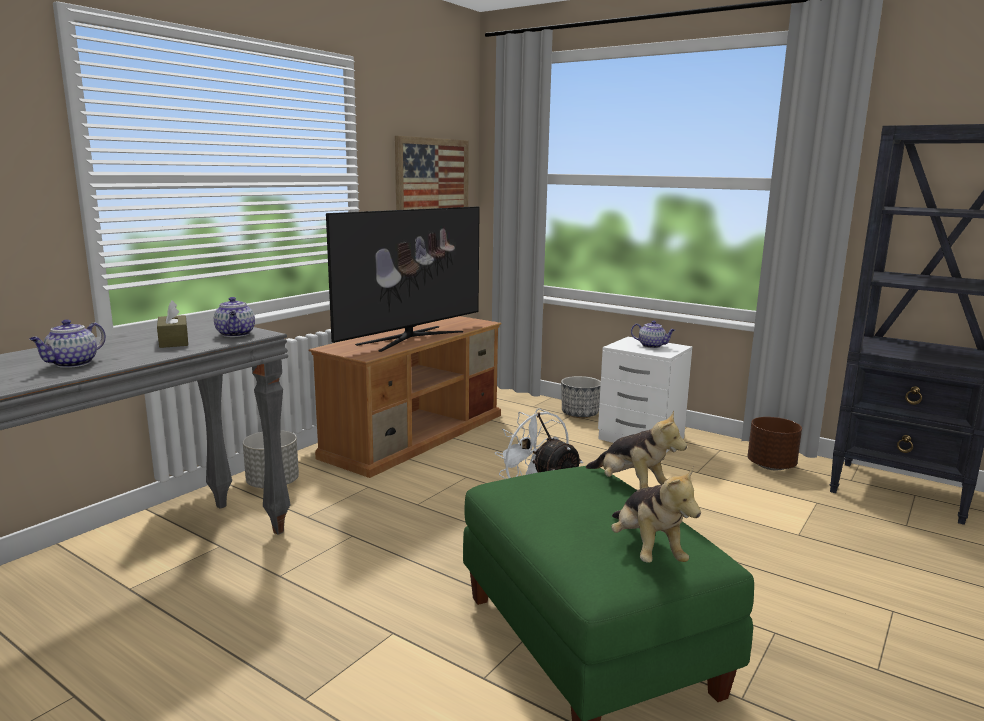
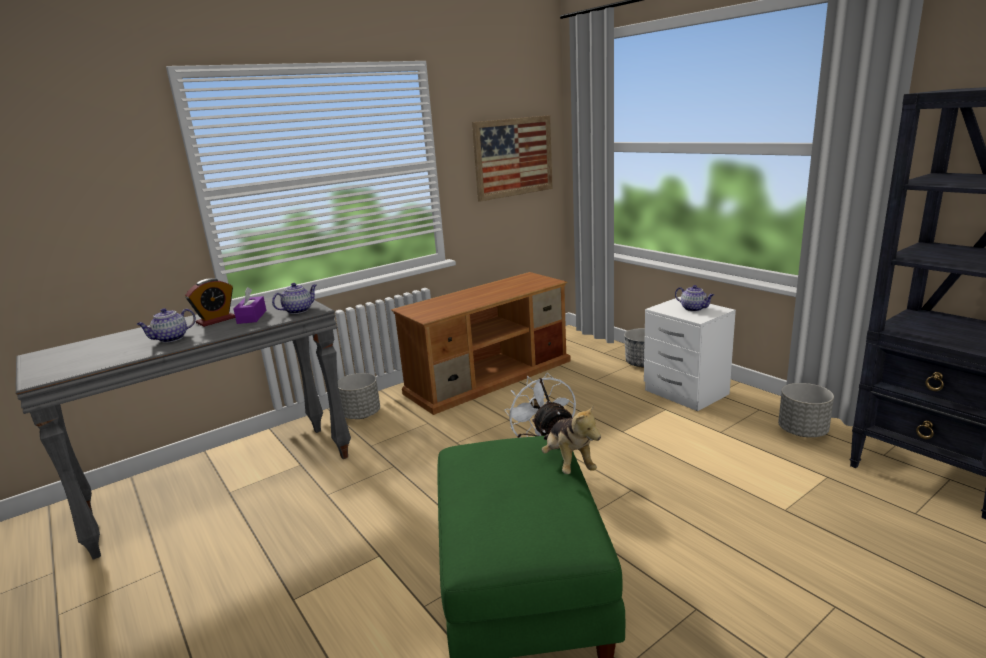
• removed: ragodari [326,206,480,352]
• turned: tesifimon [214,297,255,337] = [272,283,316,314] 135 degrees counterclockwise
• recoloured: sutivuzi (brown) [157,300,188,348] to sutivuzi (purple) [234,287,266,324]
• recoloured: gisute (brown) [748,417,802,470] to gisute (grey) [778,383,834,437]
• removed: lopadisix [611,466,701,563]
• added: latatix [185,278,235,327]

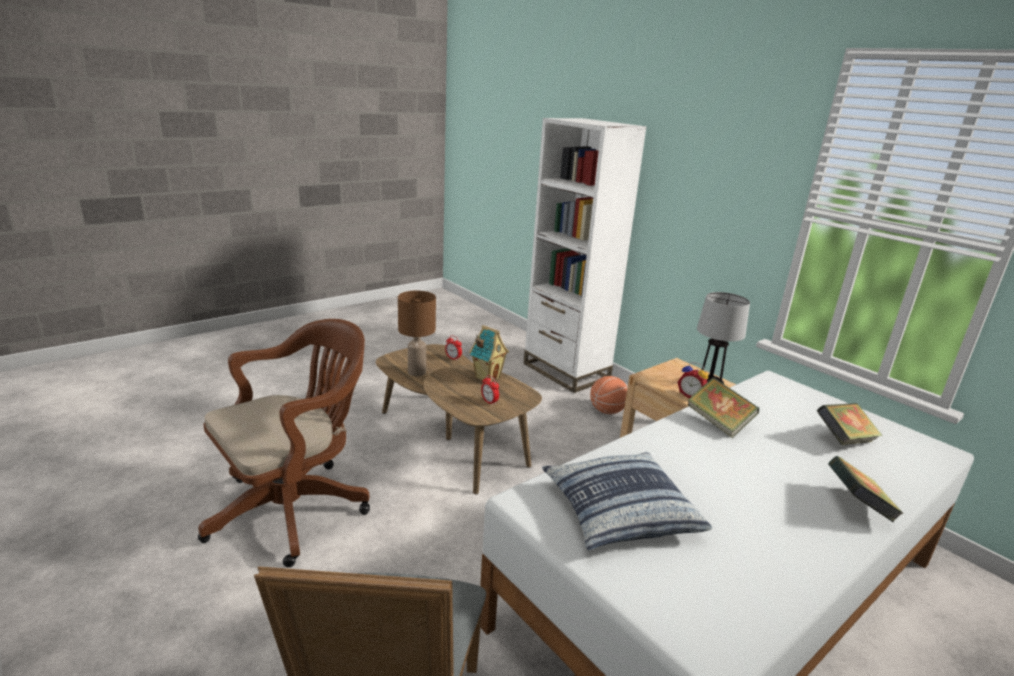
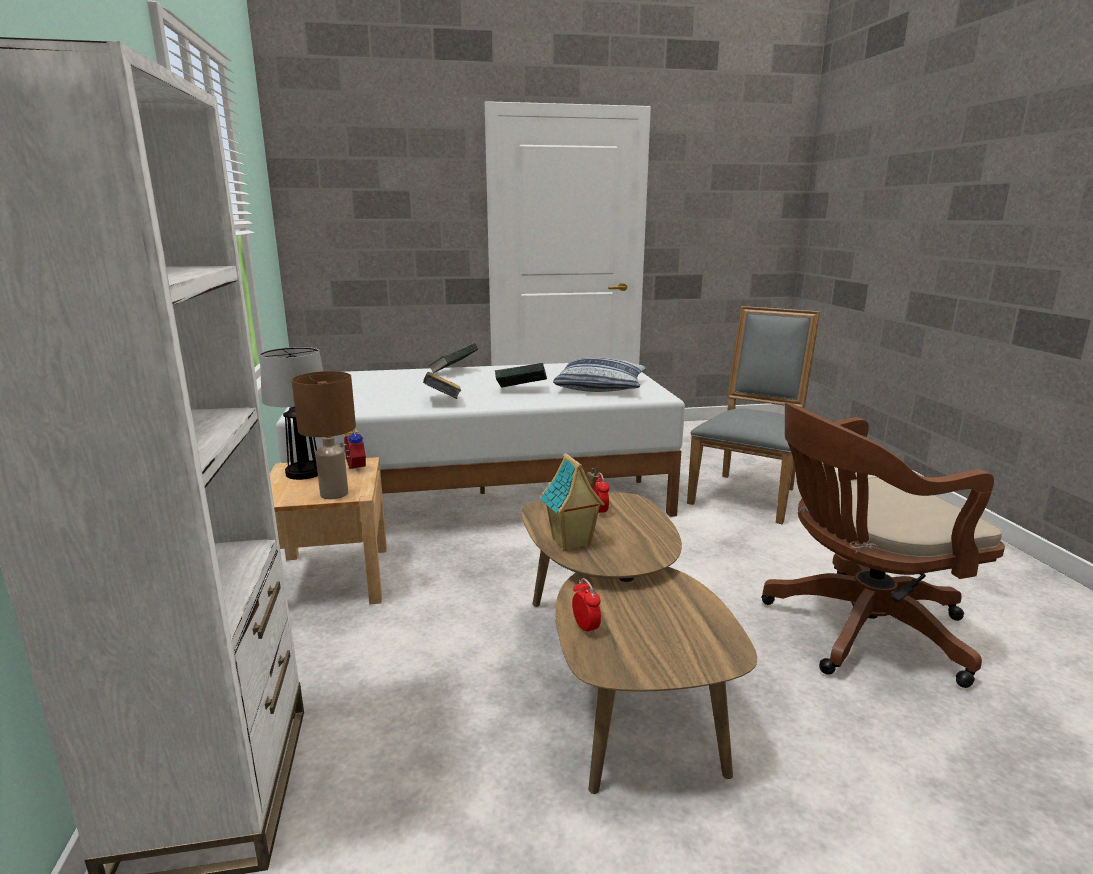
• moved: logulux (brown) [398,291,436,376] to [292,371,356,499]
• removed: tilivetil [590,376,627,414]
• moved: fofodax [817,403,883,445] to [495,363,547,388]

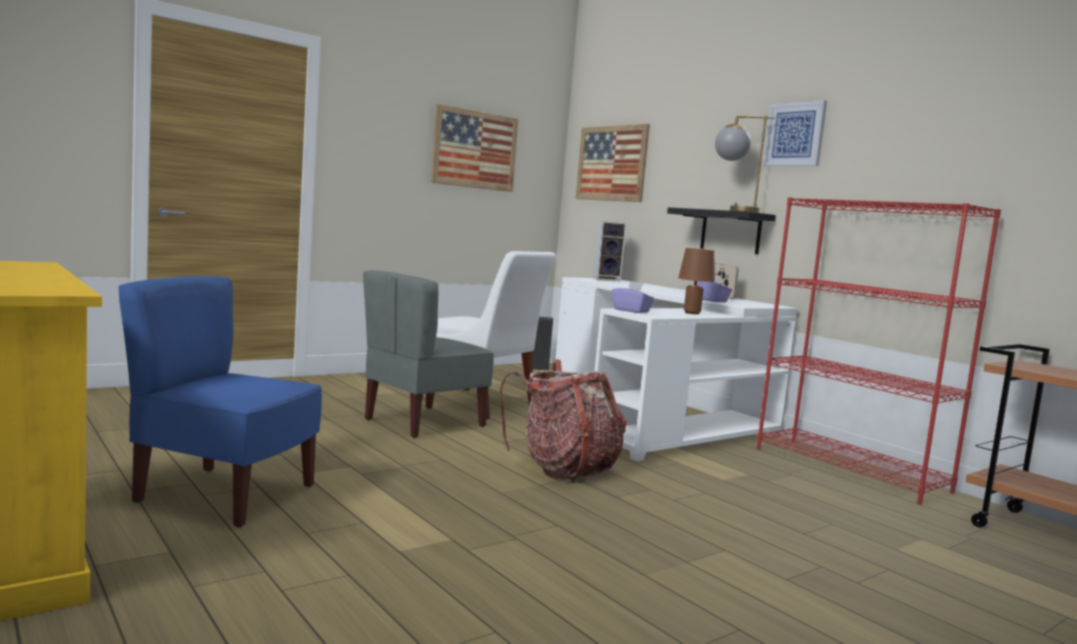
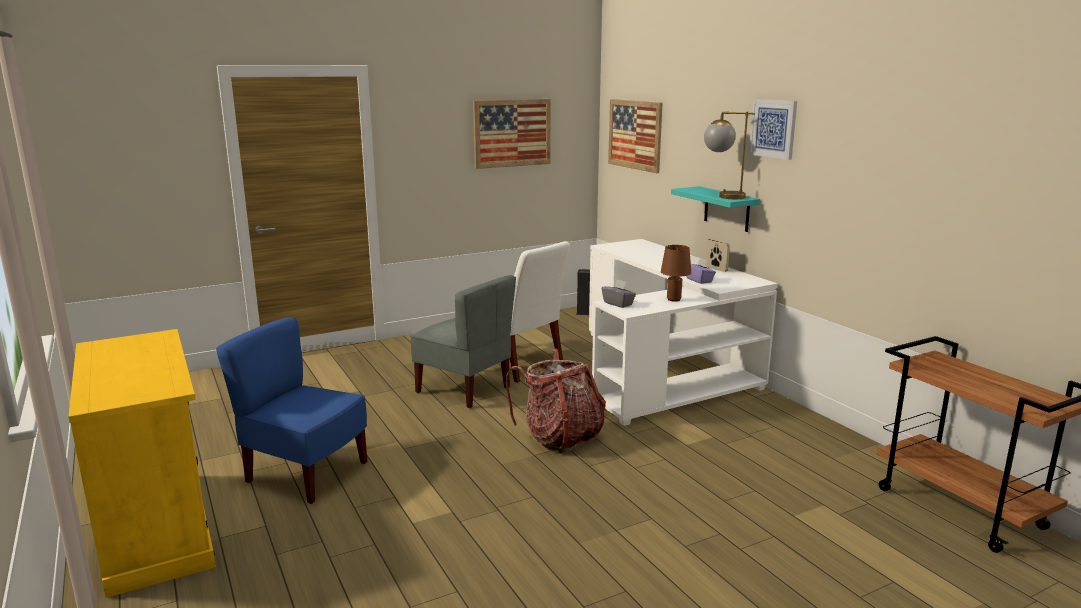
• removed: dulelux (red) [757,197,1001,505]
• recoloured: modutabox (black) [667,207,776,254] to modutabox (turquoise) [671,186,760,232]
• removed: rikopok [593,221,626,282]
• turned: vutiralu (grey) [363,270,494,438] = [411,275,516,408] 105 degrees counterclockwise
• recoloured: sutivuzi (purple) [612,281,654,313] to sutivuzi (grey) [602,279,636,308]

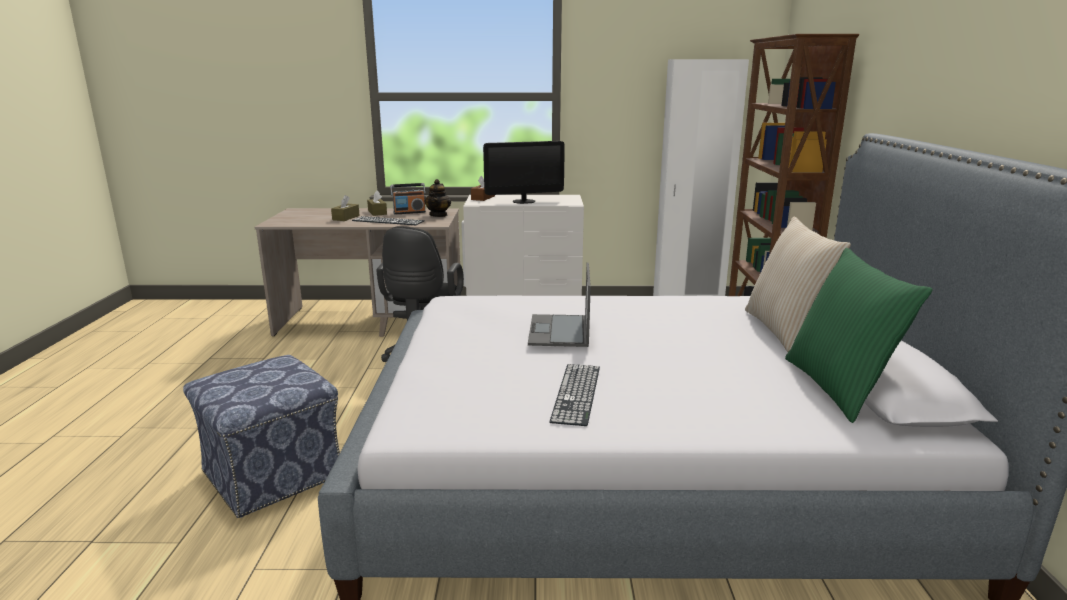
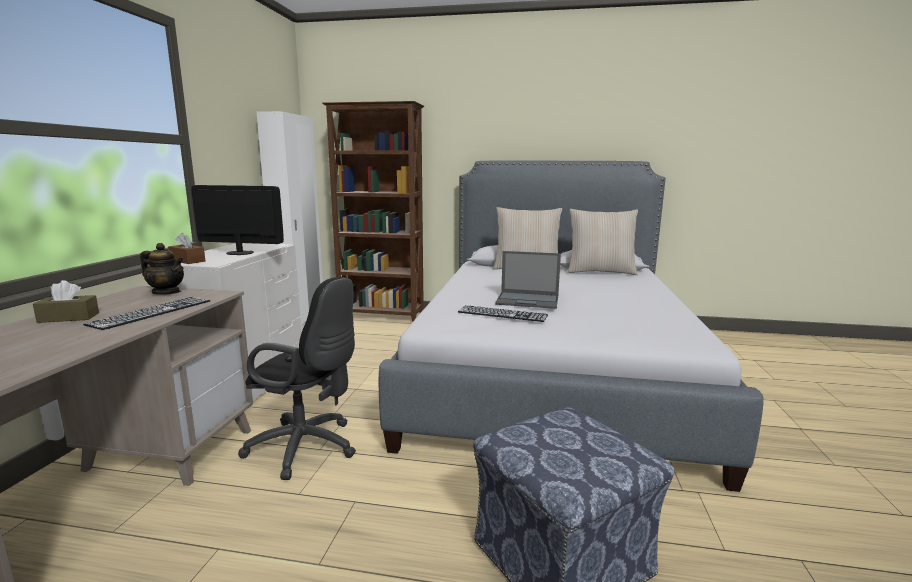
• turned: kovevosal [483,141,565,204] = [191,185,284,255] 75 degrees counterclockwise
• removed: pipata [390,183,426,214]
• removed: sutivuzi (brown) [331,195,360,221]
• recoloured: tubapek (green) [785,248,933,423] to tubapek (beige) [568,209,638,275]
• moved: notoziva [549,364,600,426] to [458,305,548,322]

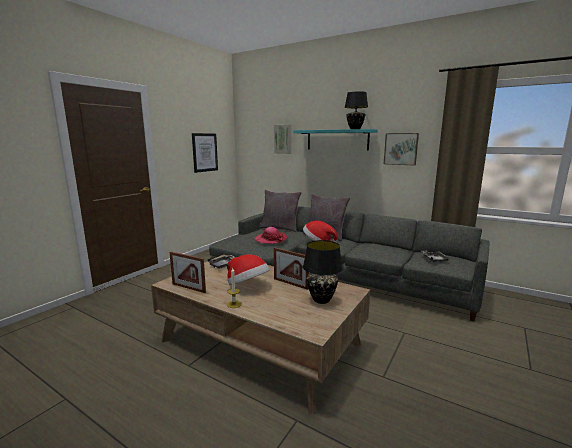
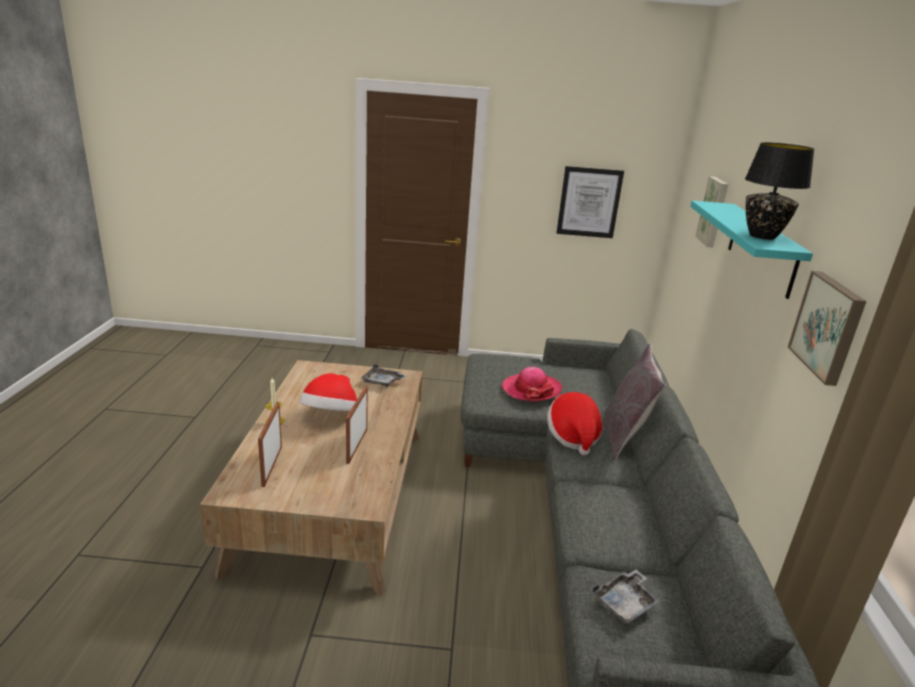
• removed: tubapek (grey) [259,190,302,232]
• removed: logulux (black) [303,240,343,304]
• moved: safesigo [170,252,206,293] to [258,402,282,487]

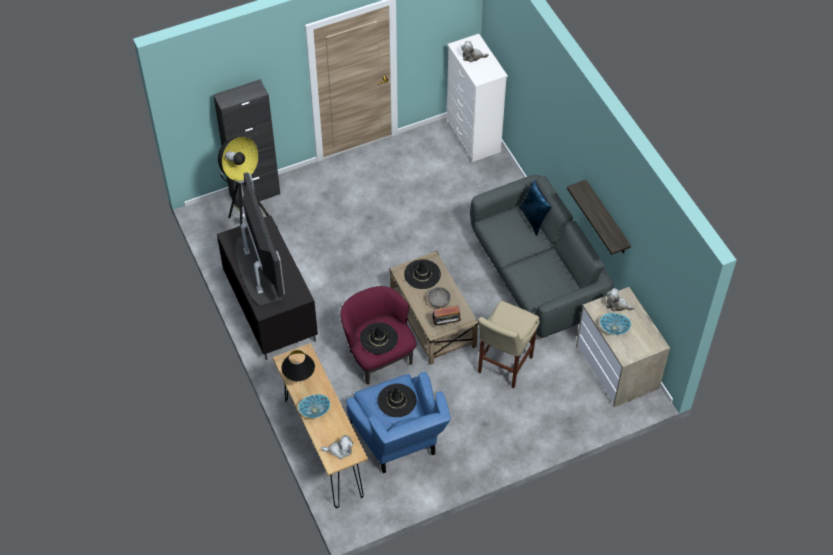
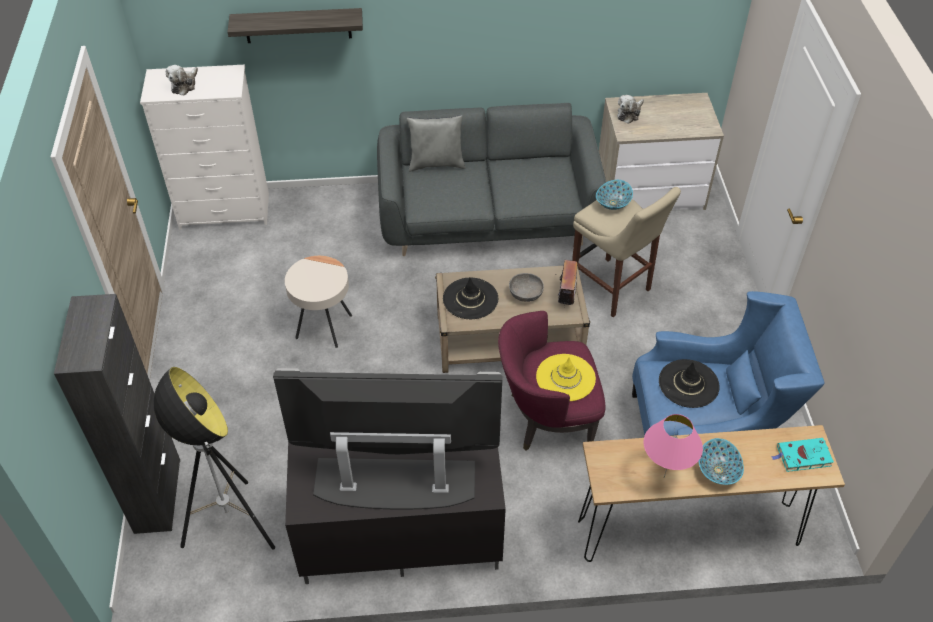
• recoloured: tubapek (blue) [519,179,552,236] to tubapek (grey) [407,115,466,172]
• moved: modutabox [567,180,631,255] to [228,8,363,43]
• moved: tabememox [600,313,631,335] to [596,180,633,210]
• recoloured: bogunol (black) [360,322,398,354] to bogunol (yellow) [536,354,596,401]
• recoloured: logulux (black) [282,350,315,386] to logulux (pink) [644,414,703,478]
• replaced: lopadisix [321,435,353,459] to fofodax (turquoise) [771,438,834,472]
• added: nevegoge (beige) [285,256,352,348]

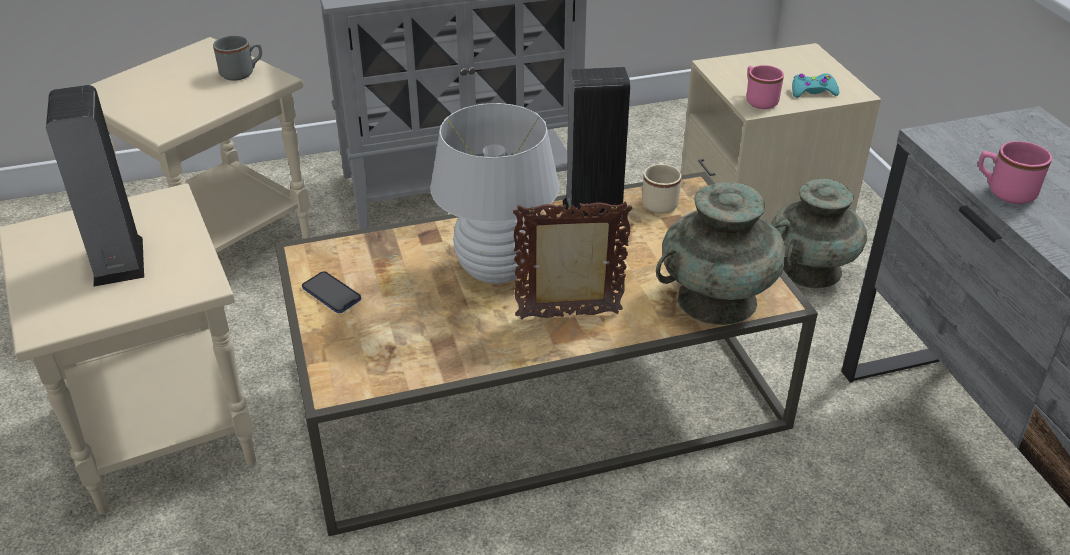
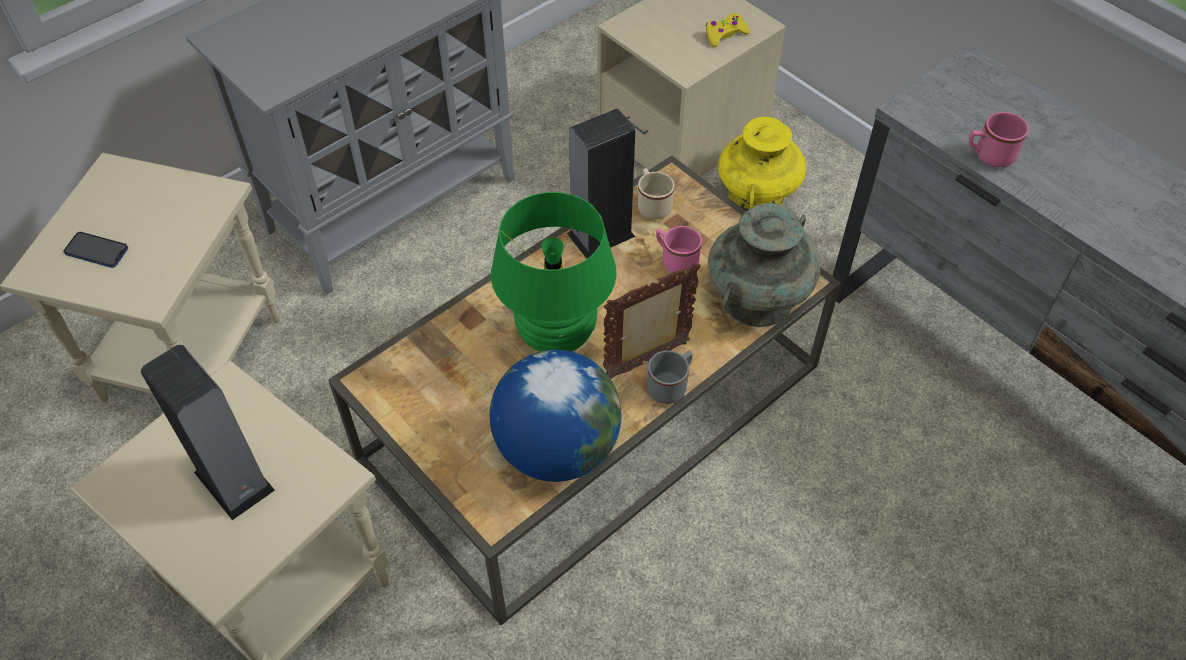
• moved: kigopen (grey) [213,35,262,81] to [647,350,693,404]
• moved: kigopen (pink) [746,65,784,109] to [656,226,702,273]
• recoloured: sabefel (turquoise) [792,74,839,98] to sabefel (yellow) [706,13,750,47]
• recoloured: logulux (white) [430,103,560,284] to logulux (green) [491,192,617,352]
• recoloured: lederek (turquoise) [771,179,867,289] to lederek (yellow) [718,117,806,211]
• moved: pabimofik [302,271,361,313] to [64,232,128,268]
• added: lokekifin [490,350,621,482]

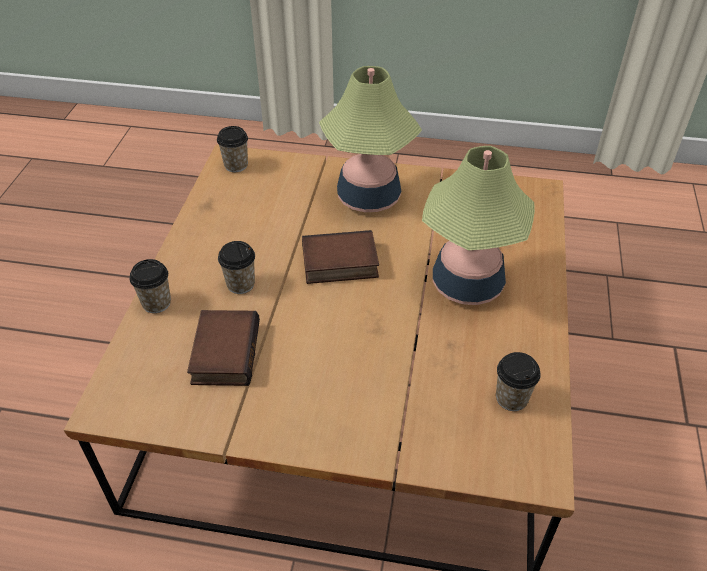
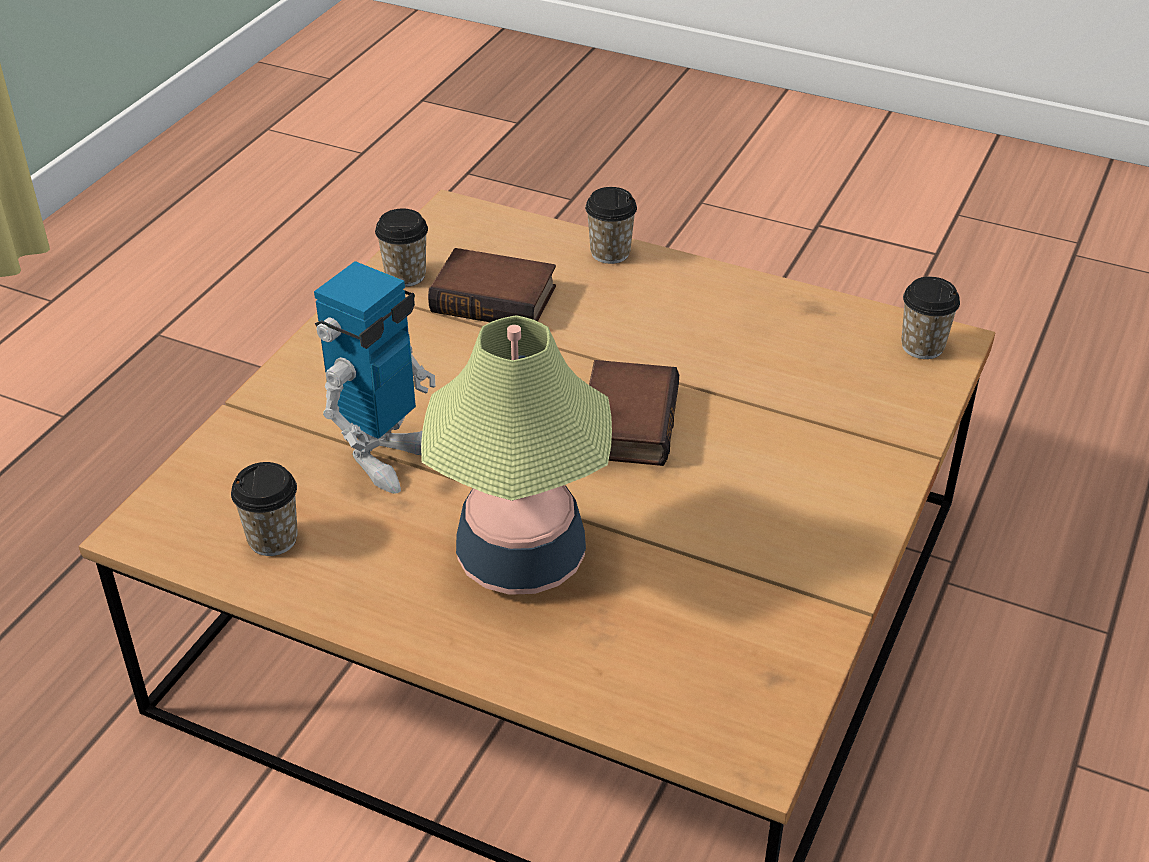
• removed: logulux [319,66,422,212]
• moved: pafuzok [218,241,255,294] to [375,209,428,287]
• added: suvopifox [314,261,435,494]

